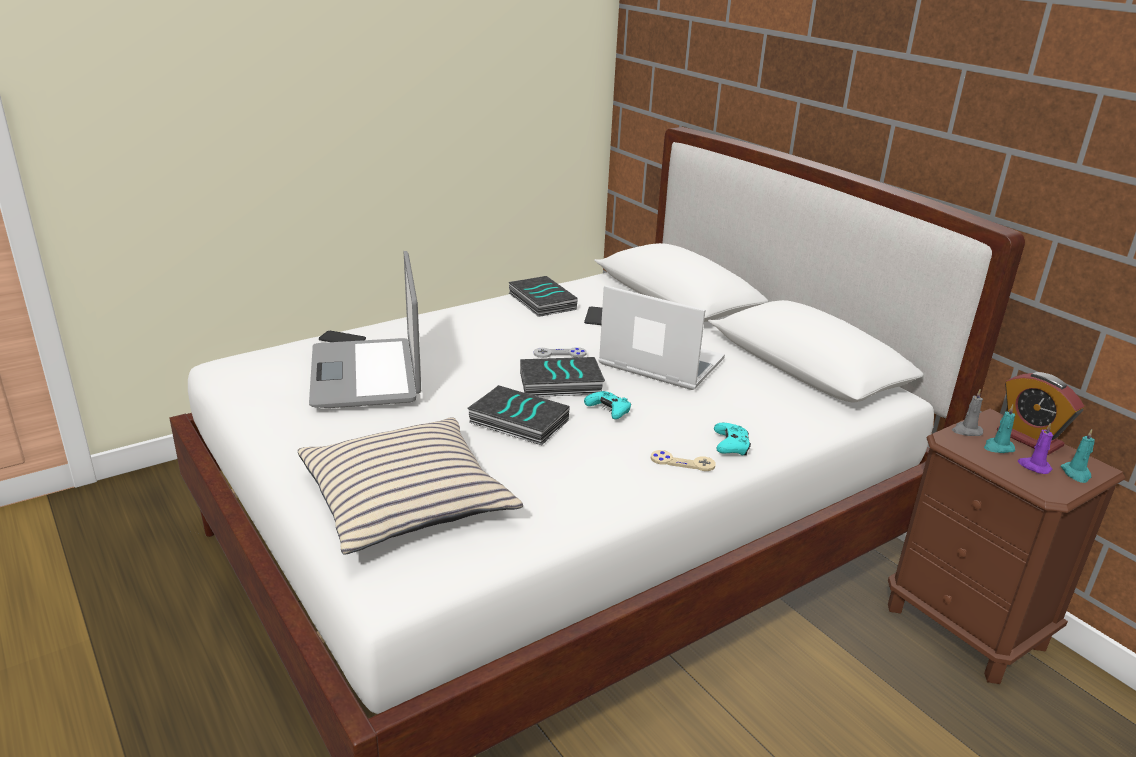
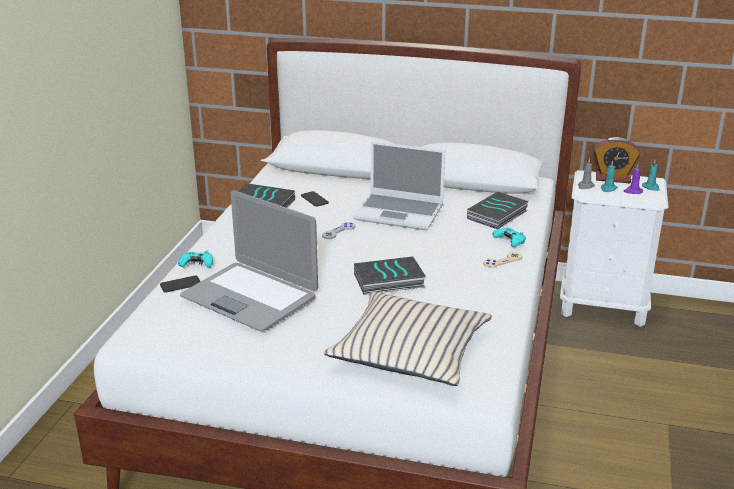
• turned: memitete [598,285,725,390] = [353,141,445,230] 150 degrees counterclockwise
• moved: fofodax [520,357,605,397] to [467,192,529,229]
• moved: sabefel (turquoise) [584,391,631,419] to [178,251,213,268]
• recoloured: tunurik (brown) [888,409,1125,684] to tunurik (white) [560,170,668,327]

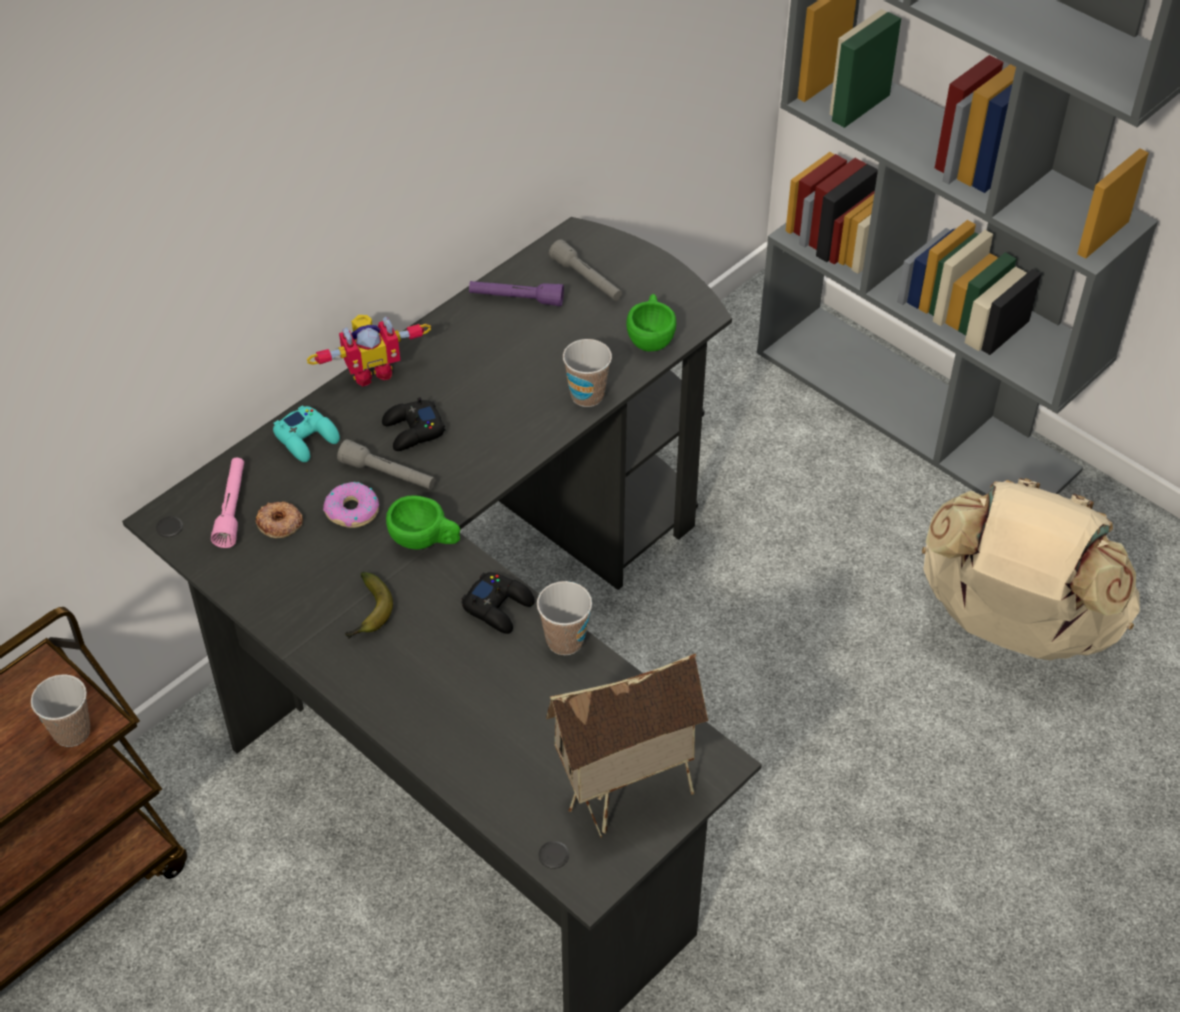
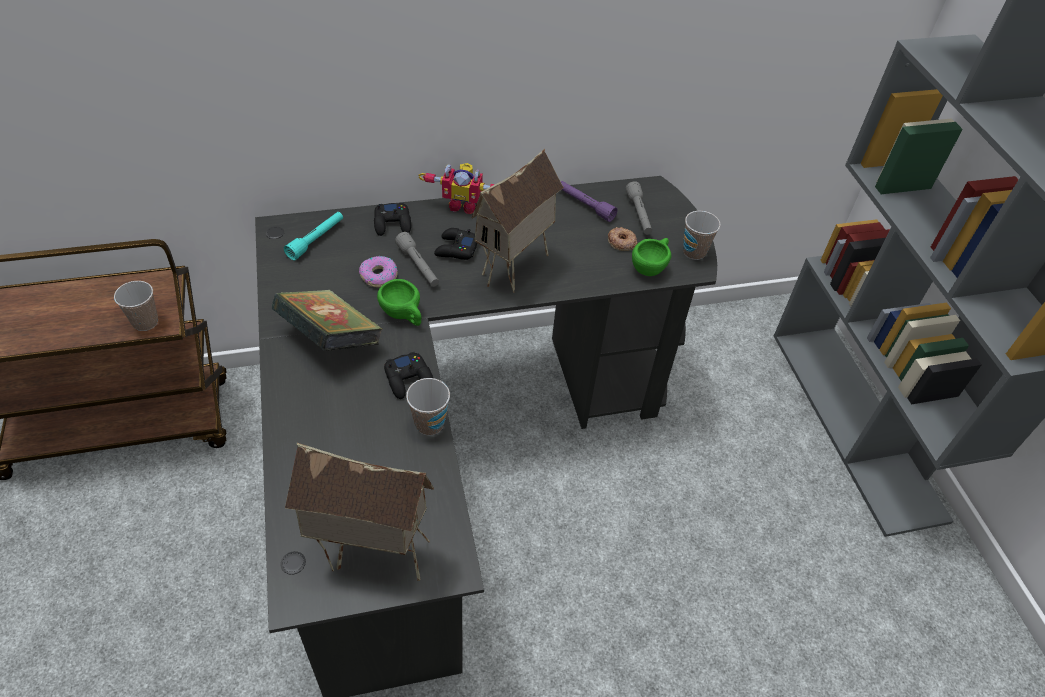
• moved: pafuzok [563,339,612,407] to [683,211,721,260]
• recoloured: sabefel (turquoise) [273,405,340,462] to sabefel (black) [374,203,411,236]
• recoloured: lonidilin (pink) [211,458,244,548] to lonidilin (turquoise) [284,212,343,261]
• removed: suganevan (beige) [922,478,1140,660]
• moved: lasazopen [255,501,303,538] to [608,227,637,251]
• replaced: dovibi [345,572,393,639] to fofodax [272,290,383,351]
• added: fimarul [472,149,564,293]

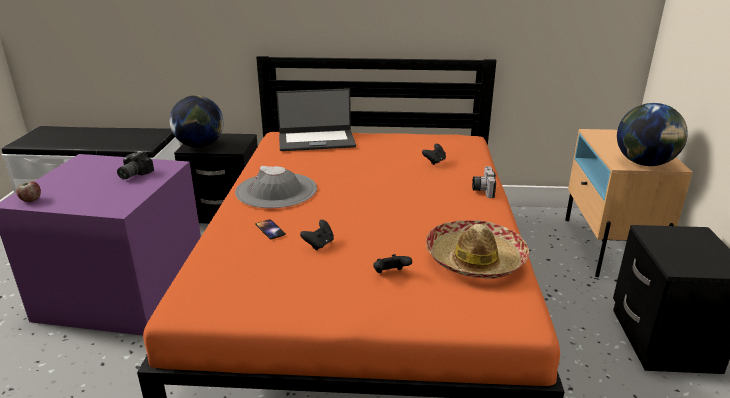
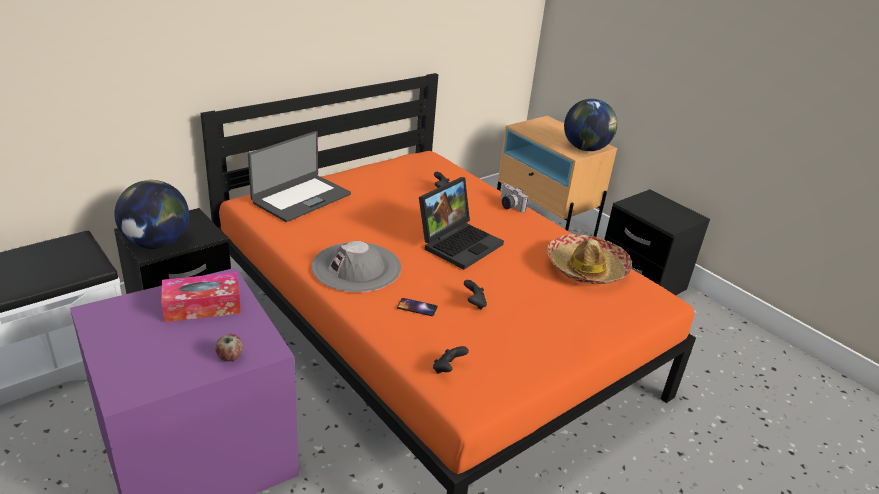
• replaced: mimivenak [117,151,154,180] to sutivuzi [161,272,241,322]
• moved: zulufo [16,181,41,202] to [215,334,243,361]
• moved: sabefel (black) [373,254,412,273] to [433,346,469,373]
• added: memitete [419,177,504,269]

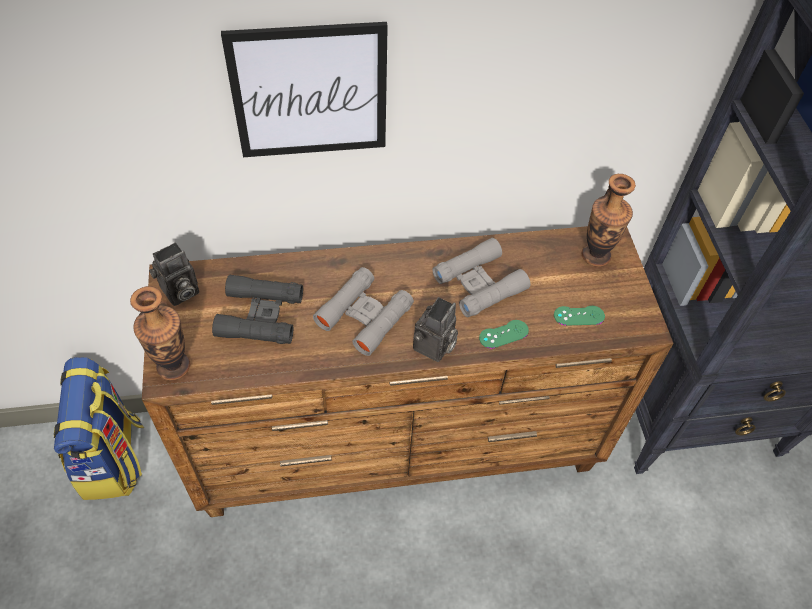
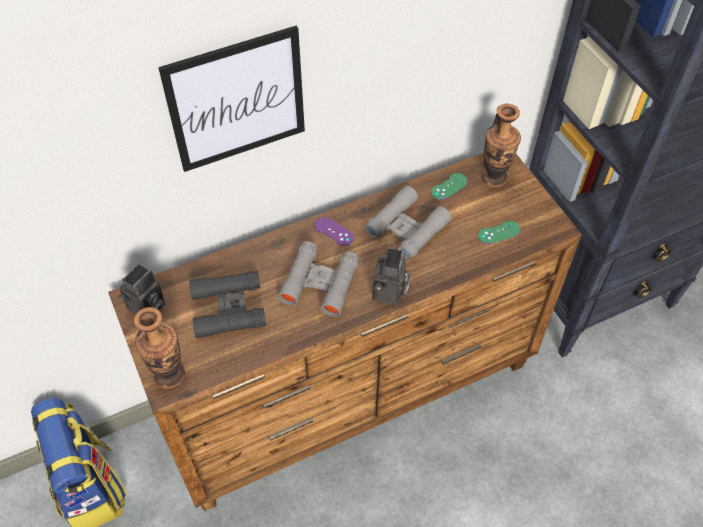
• moved: sabefel (green) [479,320,529,349] to [431,173,468,200]
• added: sabefel (purple) [314,217,354,246]

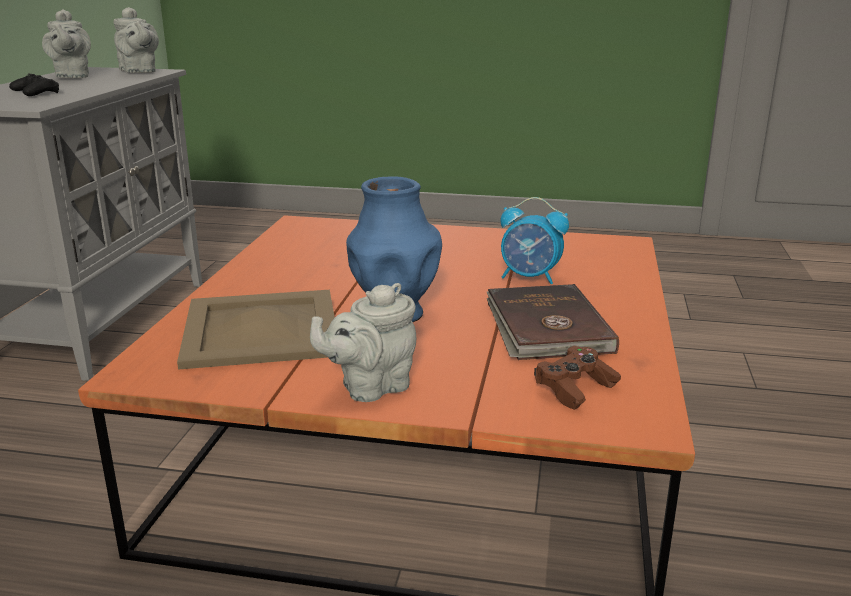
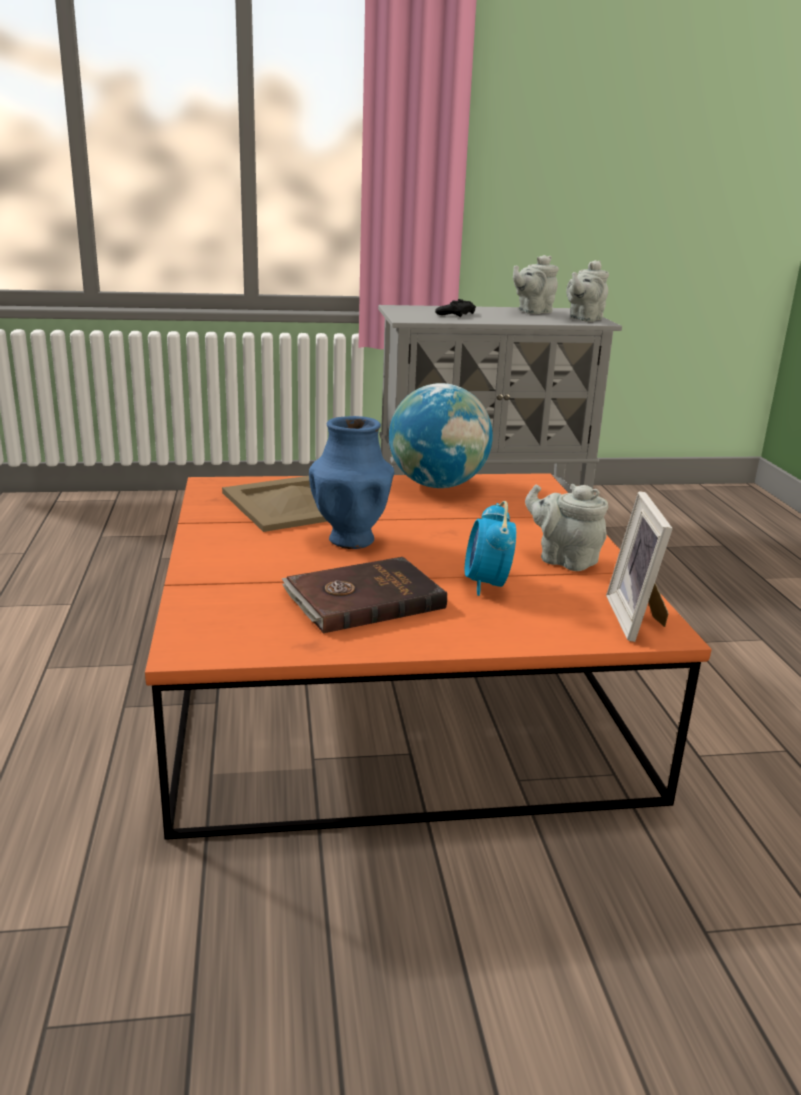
• moved: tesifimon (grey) [310,283,416,402] to [525,484,608,571]
• removed: sabefel (brown) [534,346,621,410]
• added: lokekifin [389,383,493,488]
• added: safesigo [606,491,673,642]

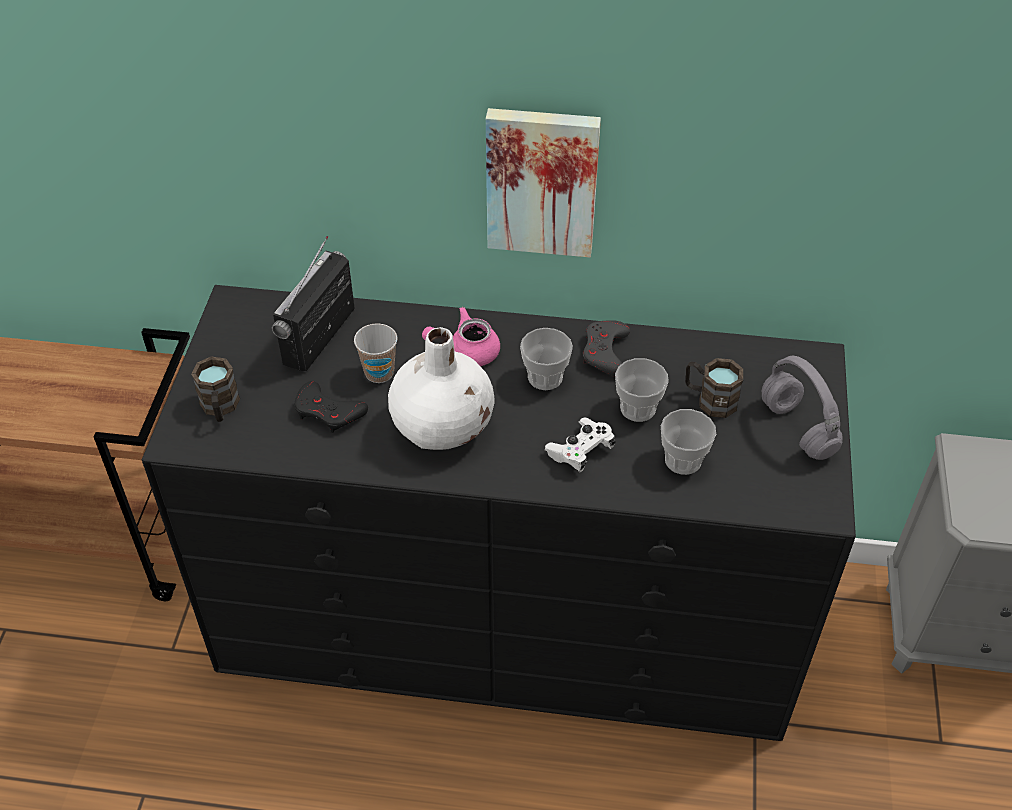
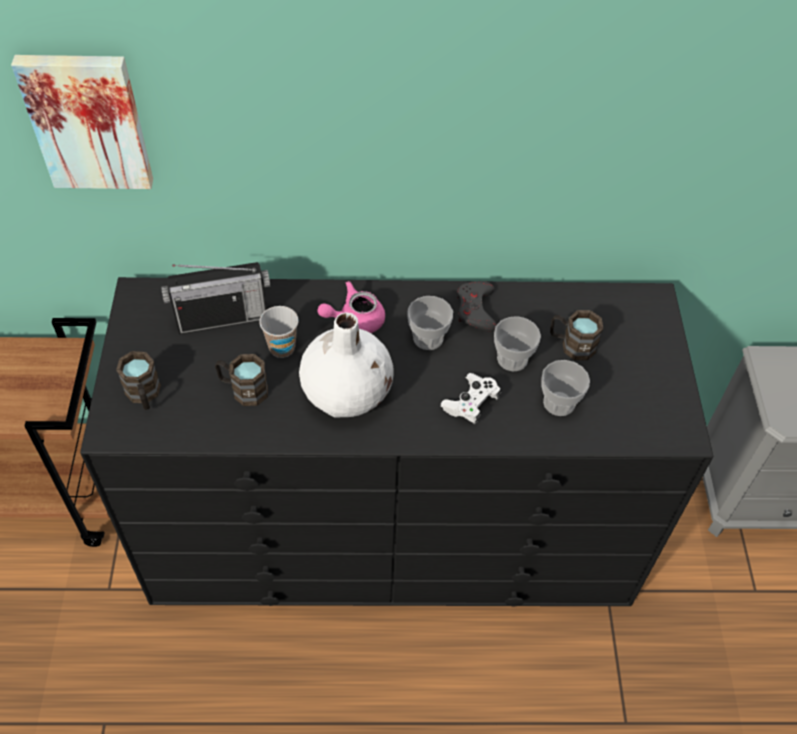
• moved: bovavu [486,108,601,257] to [11,55,153,189]
• turned: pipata [272,236,355,371] = [161,262,270,334] 120 degrees counterclockwise
• removed: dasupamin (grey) [762,356,843,460]
• replaced: sabefel (black) [295,381,368,433] to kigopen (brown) [215,354,268,406]

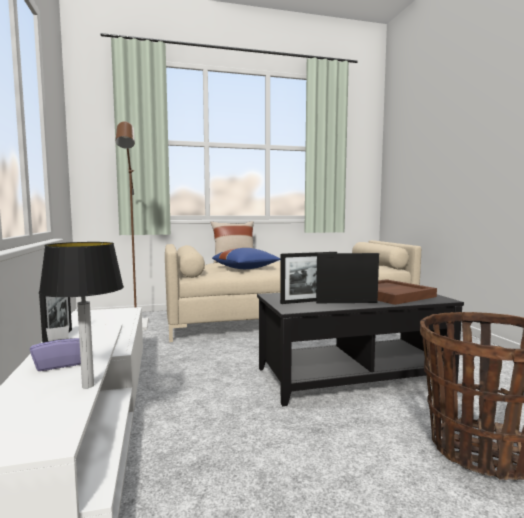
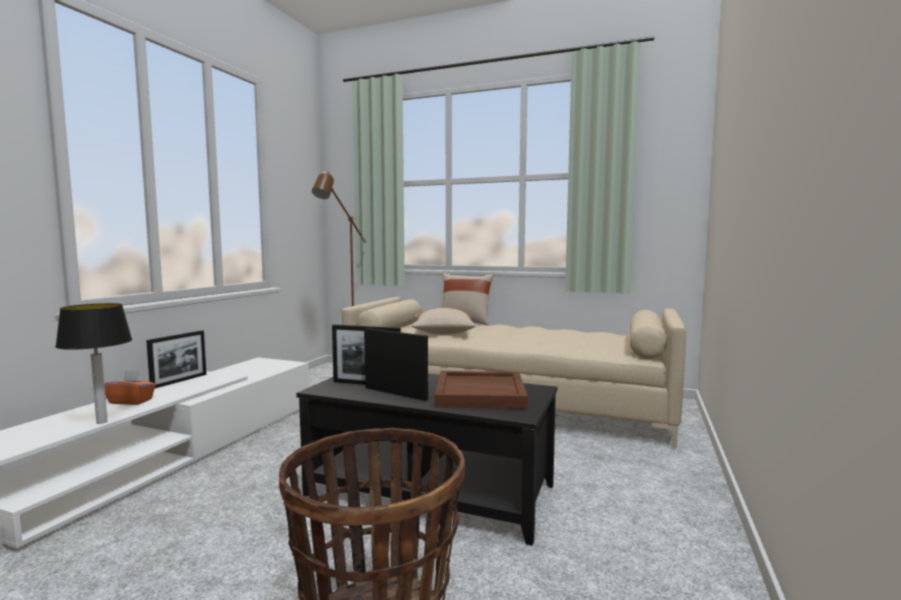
• recoloured: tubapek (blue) [212,248,280,269] to tubapek (beige) [412,308,476,335]
• recoloured: sutivuzi (purple) [30,326,81,371] to sutivuzi (orange) [104,370,156,405]

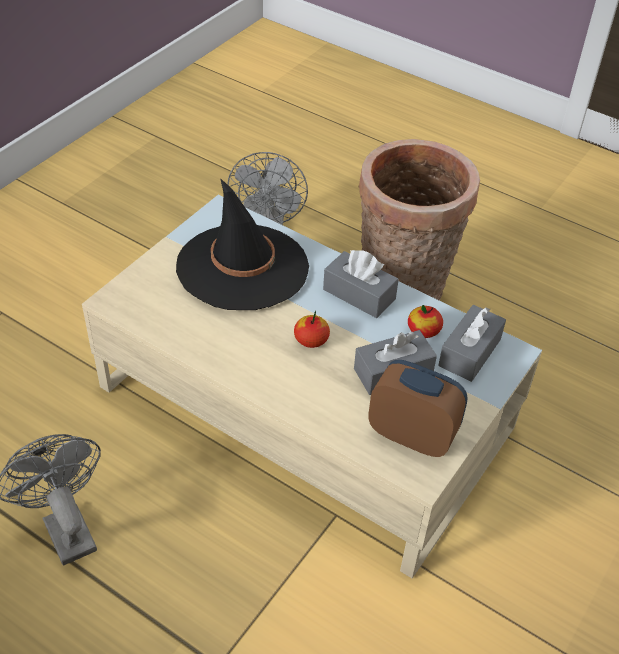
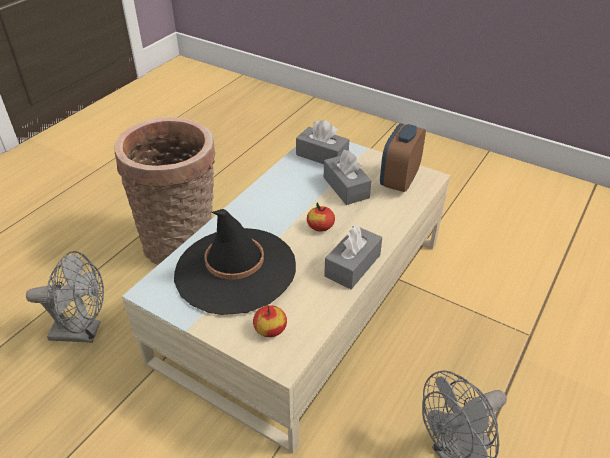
• moved: sutivuzi (grey) [323,250,399,318] to [324,225,382,289]
• moved: zulufo [408,305,443,338] to [253,305,287,337]

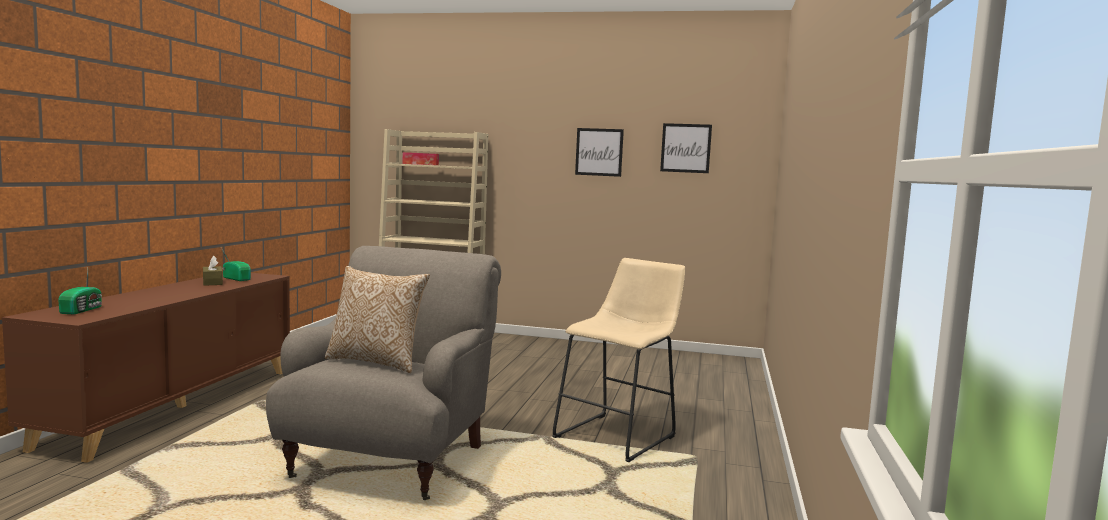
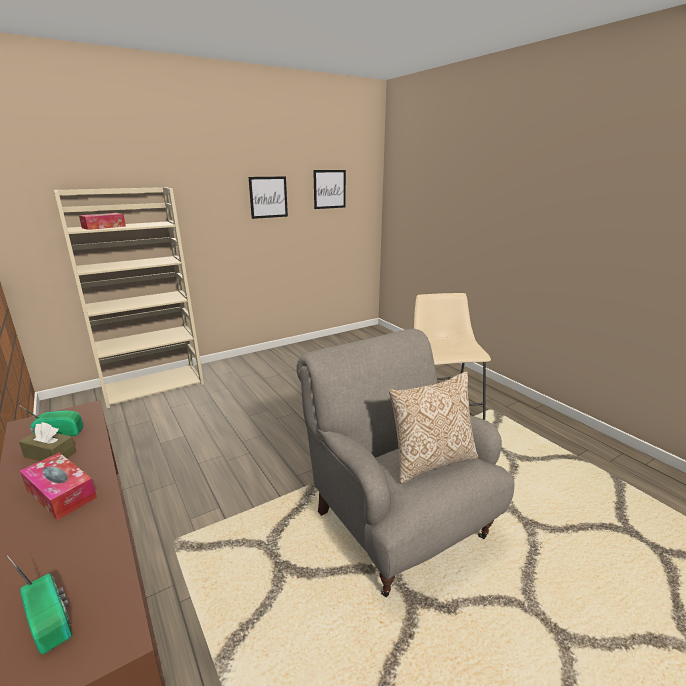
• added: sutivuzi [20,453,97,520]

